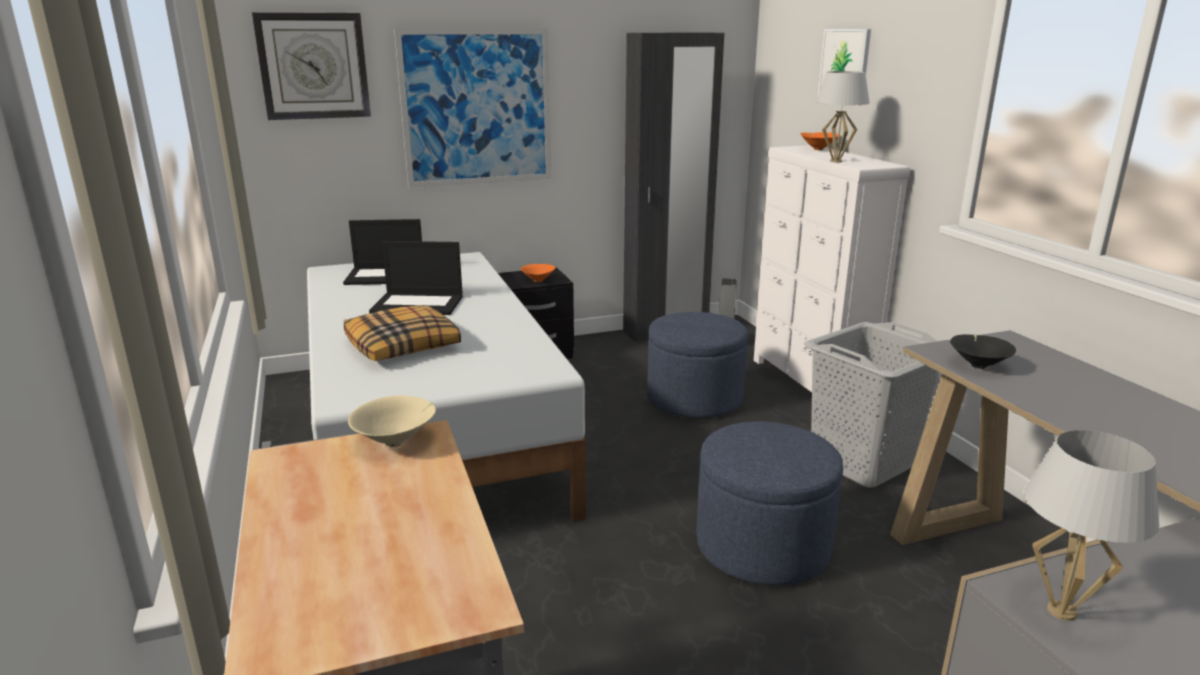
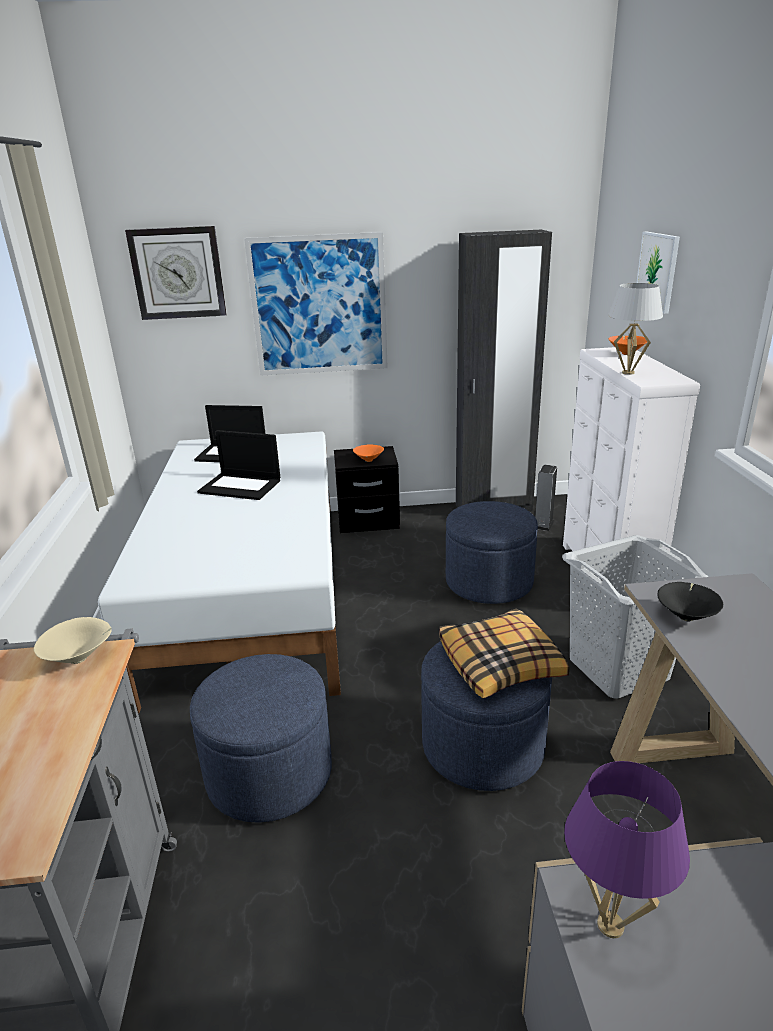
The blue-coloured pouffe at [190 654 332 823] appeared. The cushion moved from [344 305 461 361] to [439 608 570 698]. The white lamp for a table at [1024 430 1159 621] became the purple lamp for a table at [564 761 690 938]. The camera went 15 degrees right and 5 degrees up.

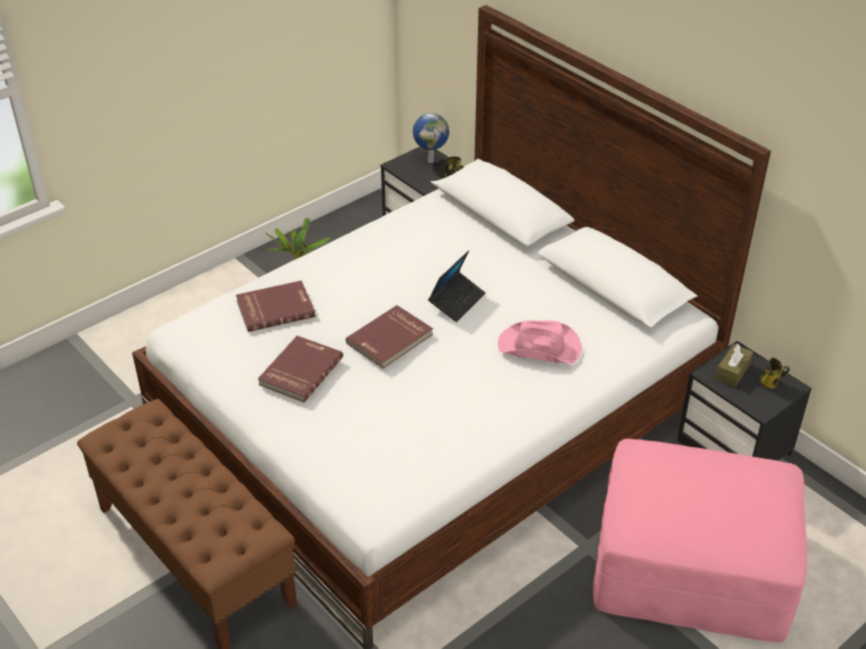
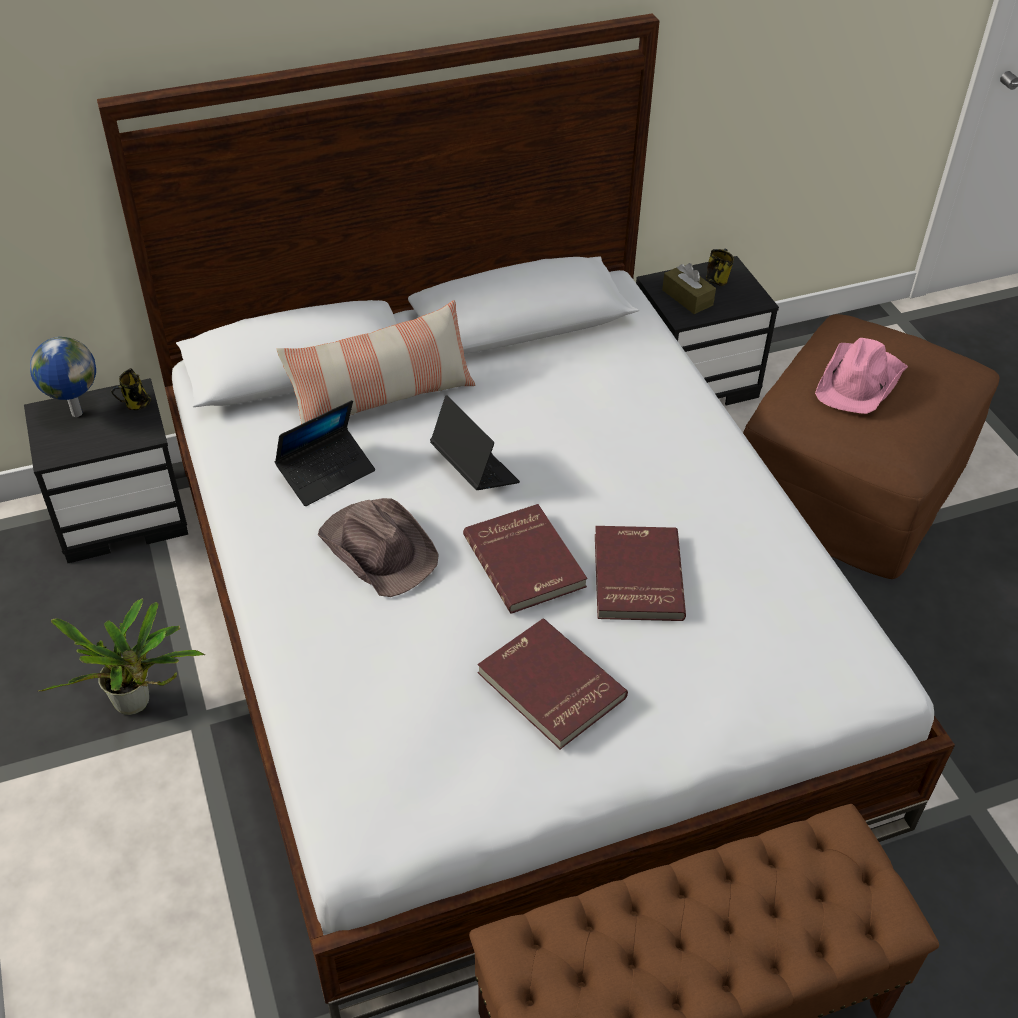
The portable computer at [274 400 375 506] appeared. The cushion at [276 300 475 424] appeared. The brown-coloured wearable hat at [318 498 439 597] appeared. The red volume moved from [236 280 315 332] to [595 526 686 621]. The pink-coloured wearable hat moved from [498 320 582 364] to [815 338 908 414]. The pink-coloured pouffe at [593 439 807 642] became the brown-coloured pouffe at [743 314 999 579]. The camera went 70 degrees left and 5 degrees up.

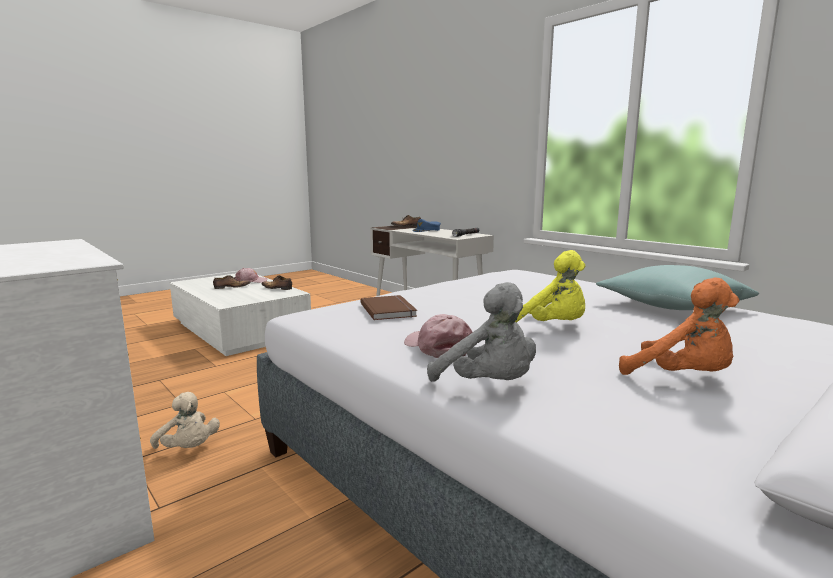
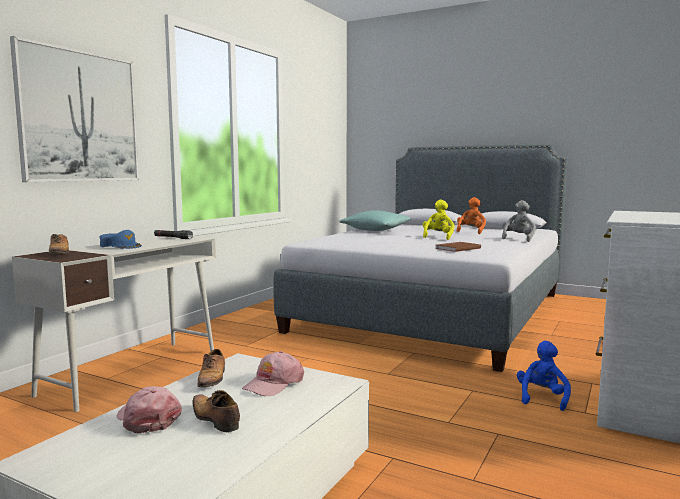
The wall picture at [10 36 139 182] appeared. The pink-coloured cap moved from [404 314 473 358] to [242 351 304 396]. The sand-coloured cuddly toy at [150 392 220 449] became the blue-coloured cuddly toy at [517 341 571 411]. The camera went 110 degrees left and 5 degrees down.

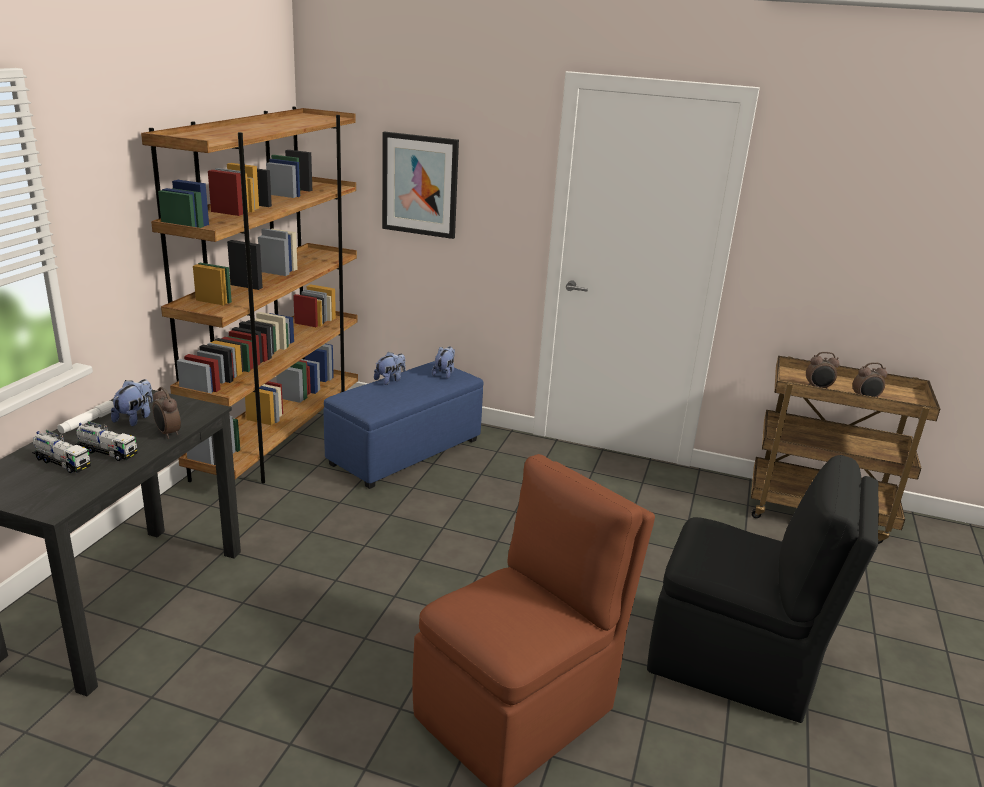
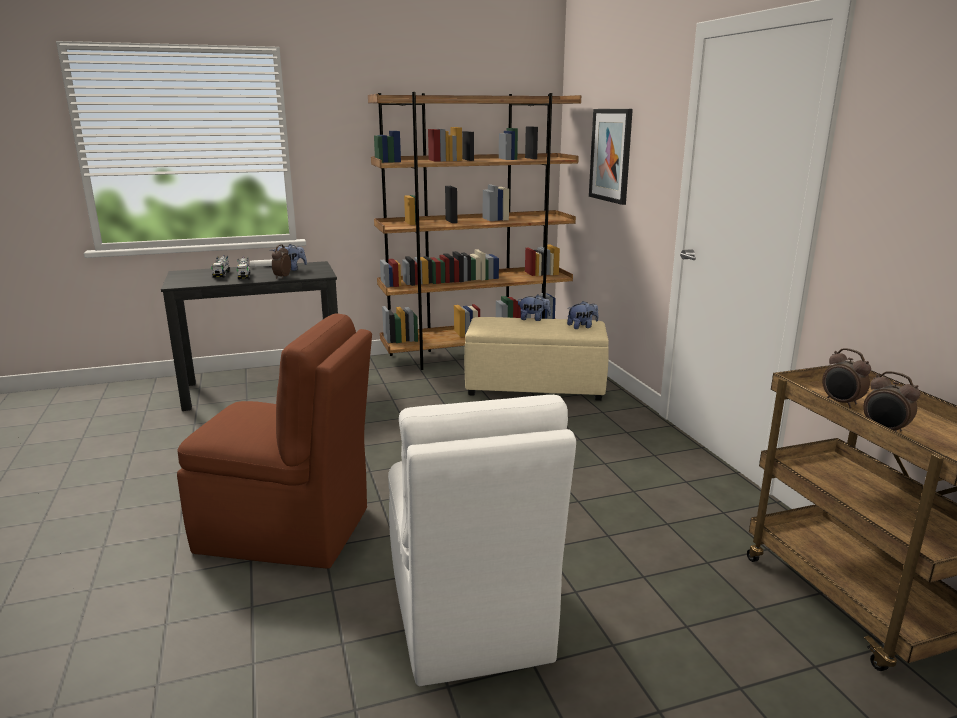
The blue-coloured pouffe at [324 361 484 489] became the sand-coloured pouffe at [464 317 609 401]. The black plain chair at [647 455 879 723] became the white plain chair at [388 395 576 686]. The camera went 55 degrees right and 5 degrees down.

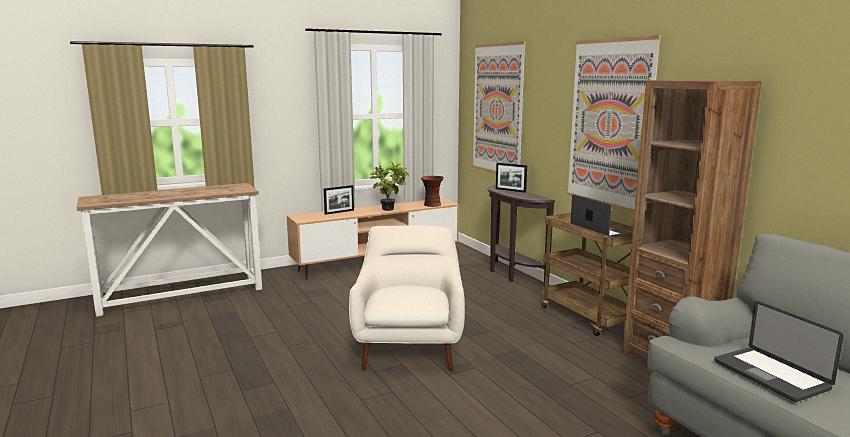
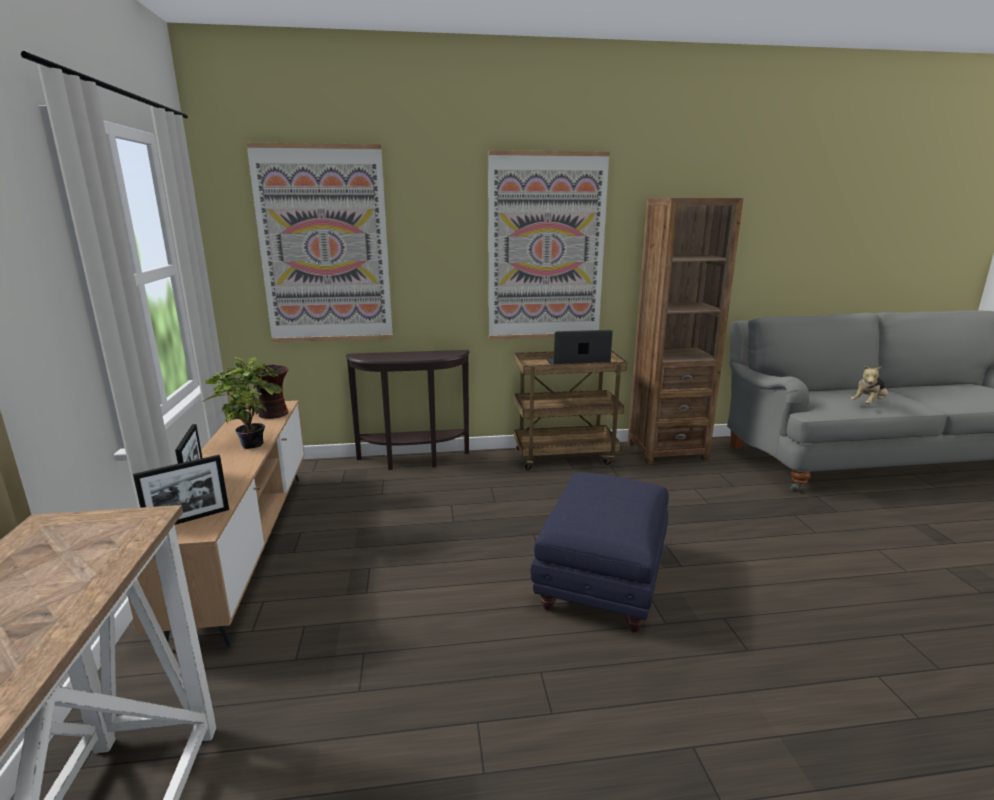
The standing frame moved from [496 163 527 193] to [133 455 229 525]. The white armchair at [349 225 465 372] was replaced by the blue-coloured pouffe at [530 472 669 632]. The portable computer at [714 301 844 402] was replaced by the cuddly toy at [851 366 888 404]. The camera went 70 degrees left and 5 degrees up.

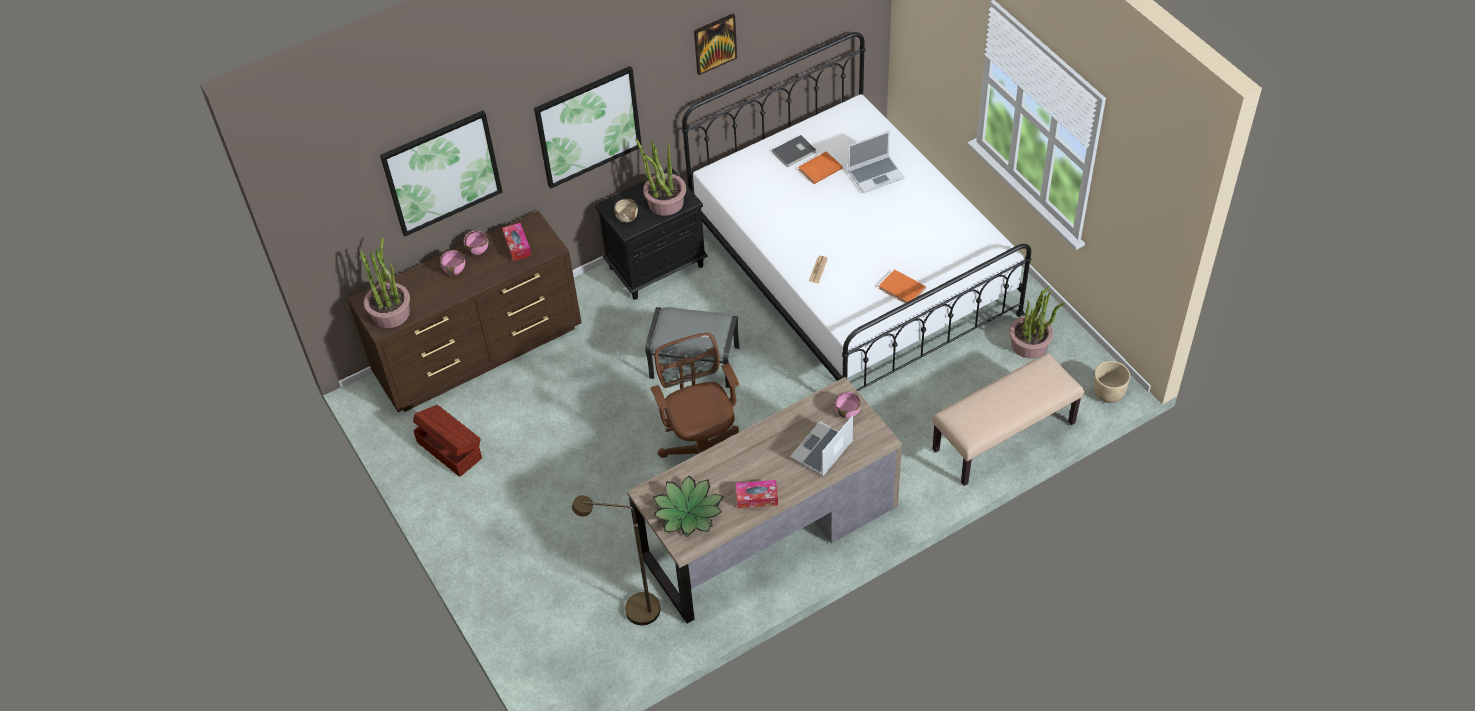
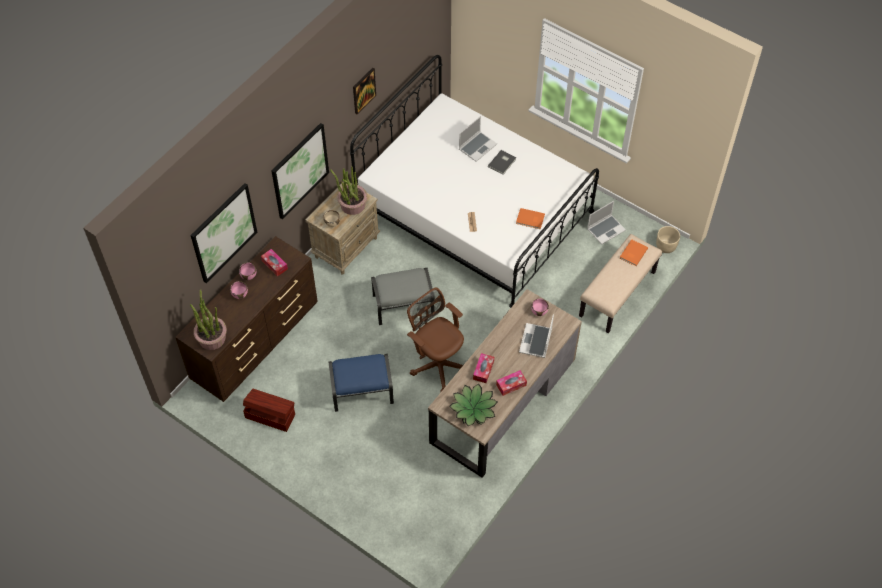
The brown-coloured standard lamp at [572 495 660 625] disappeared. The blue-coloured pouffe at [328 354 394 412] appeared. The box of tissues at [473 353 494 383] appeared. The gray volume moved from [772 135 816 167] to [488 150 516 175]. The orange-coloured volume moved from [798 152 843 184] to [620 239 648 266]. The potted plant at [1009 286 1066 359] was replaced by the portable computer at [587 201 626 244]. The black nightstand at [595 168 708 300] became the sand-coloured nightstand at [306 183 380 275]. The camera went 25 degrees left and 5 degrees up.

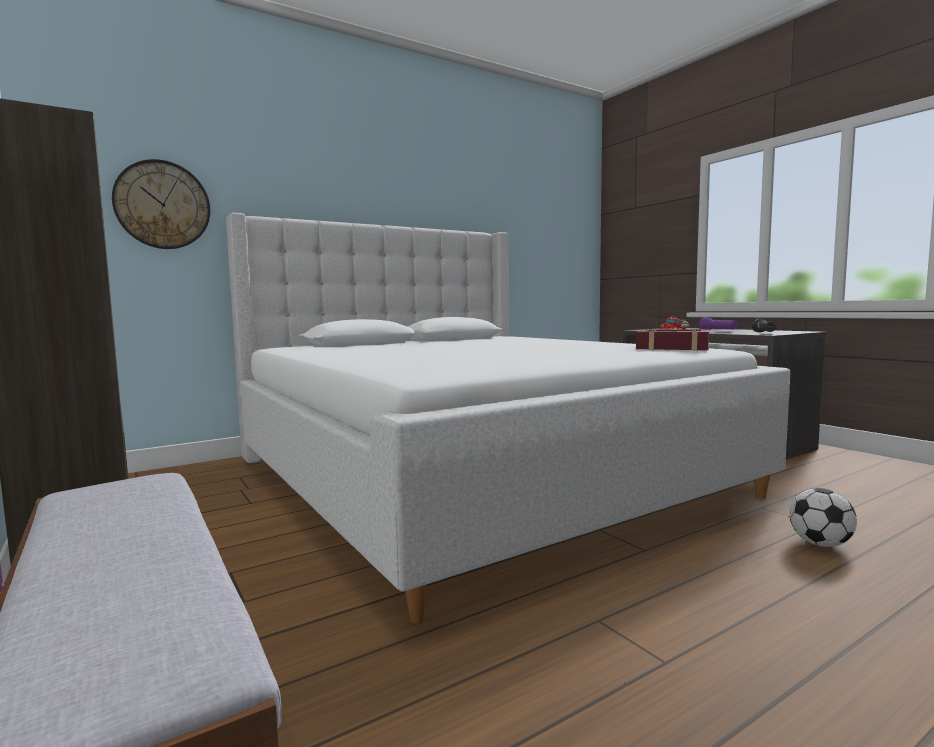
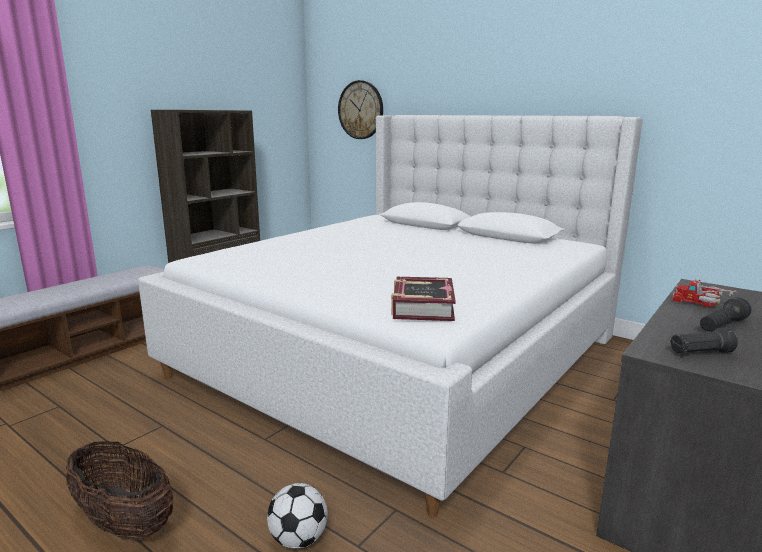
The storage basket at [66 441 173 540] appeared. The purple torch at [699 317 738 330] became the black torch at [700 297 751 331]. The camera went 70 degrees right and 10 degrees up.

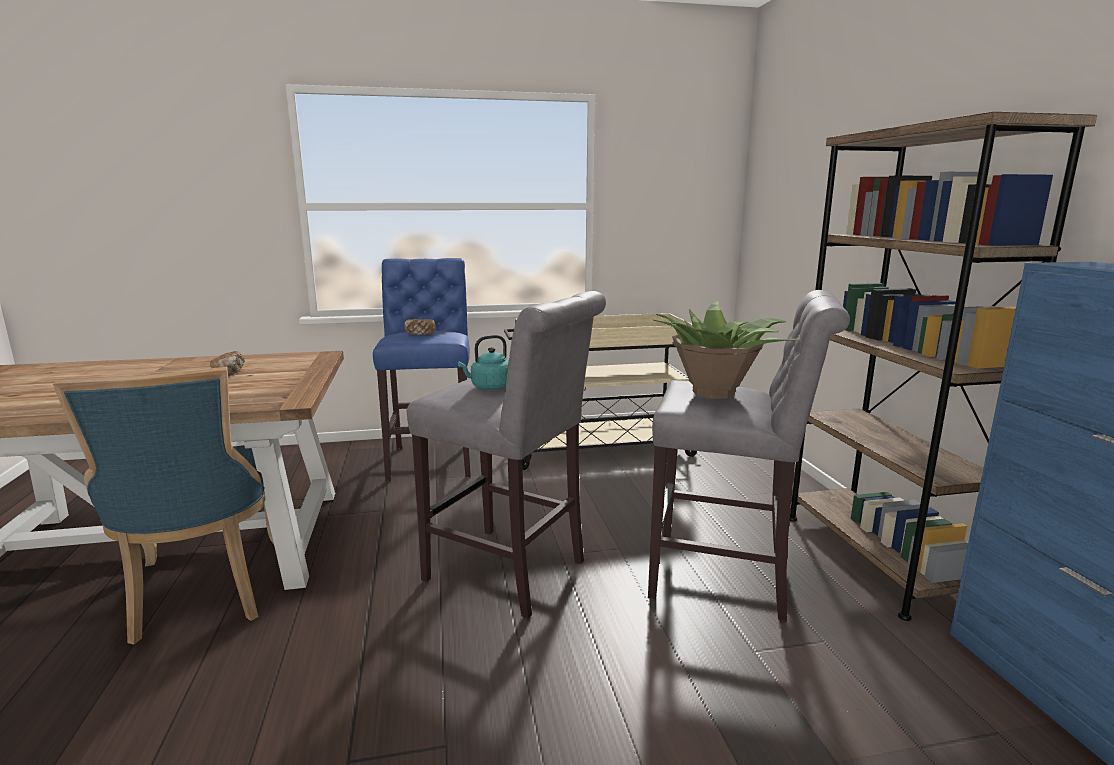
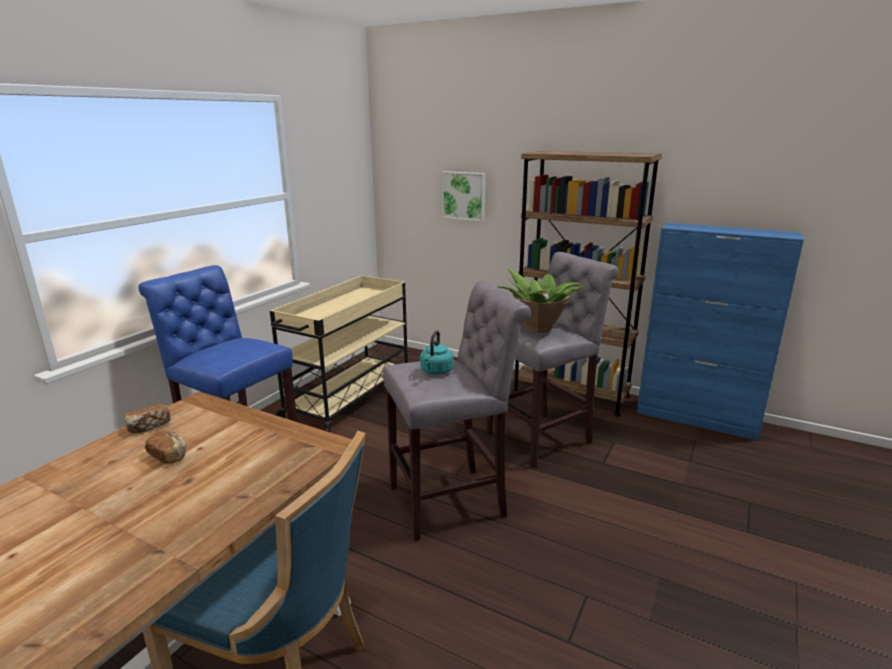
The wall picture at [442 171 486 221] appeared. The bread moved from [404 319 436 335] to [125 404 170 433]. The camera went 50 degrees left and 5 degrees up.

